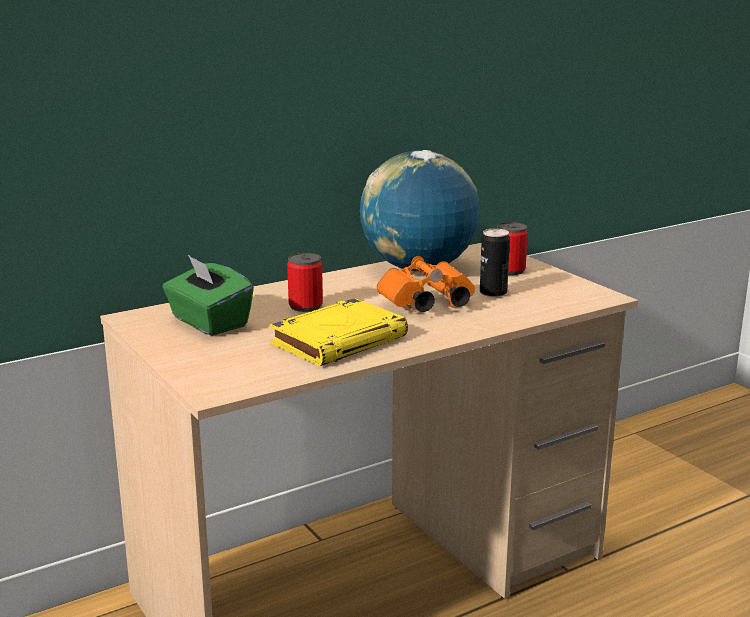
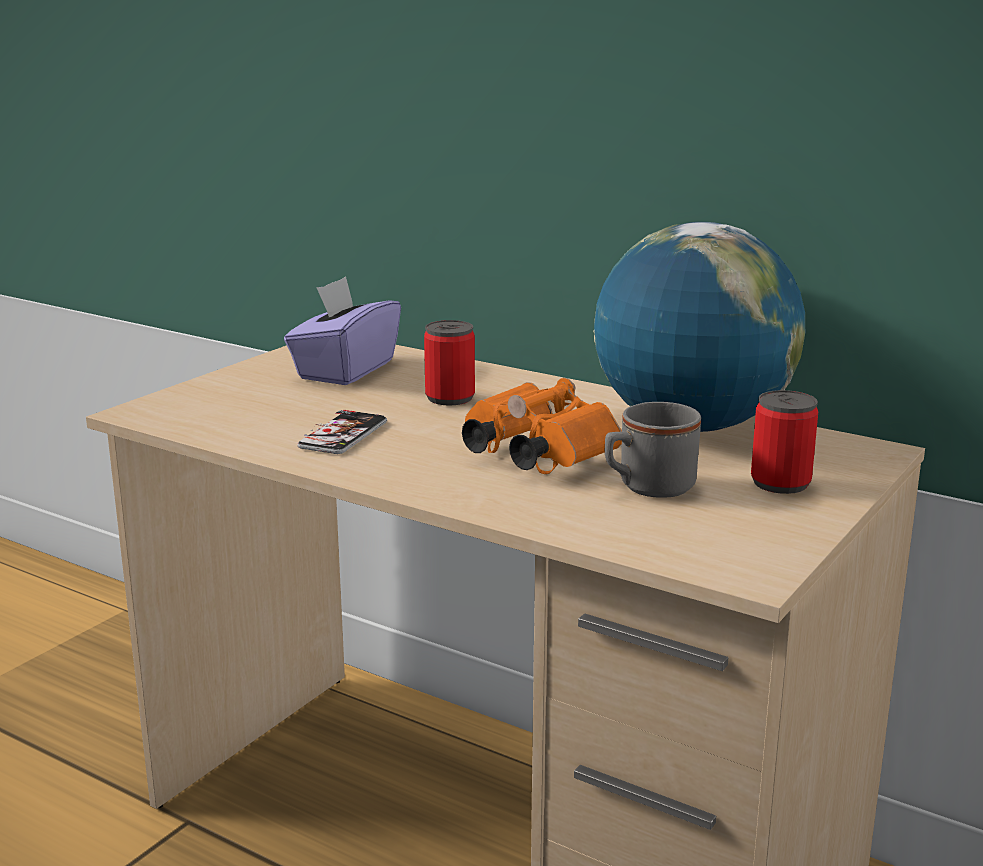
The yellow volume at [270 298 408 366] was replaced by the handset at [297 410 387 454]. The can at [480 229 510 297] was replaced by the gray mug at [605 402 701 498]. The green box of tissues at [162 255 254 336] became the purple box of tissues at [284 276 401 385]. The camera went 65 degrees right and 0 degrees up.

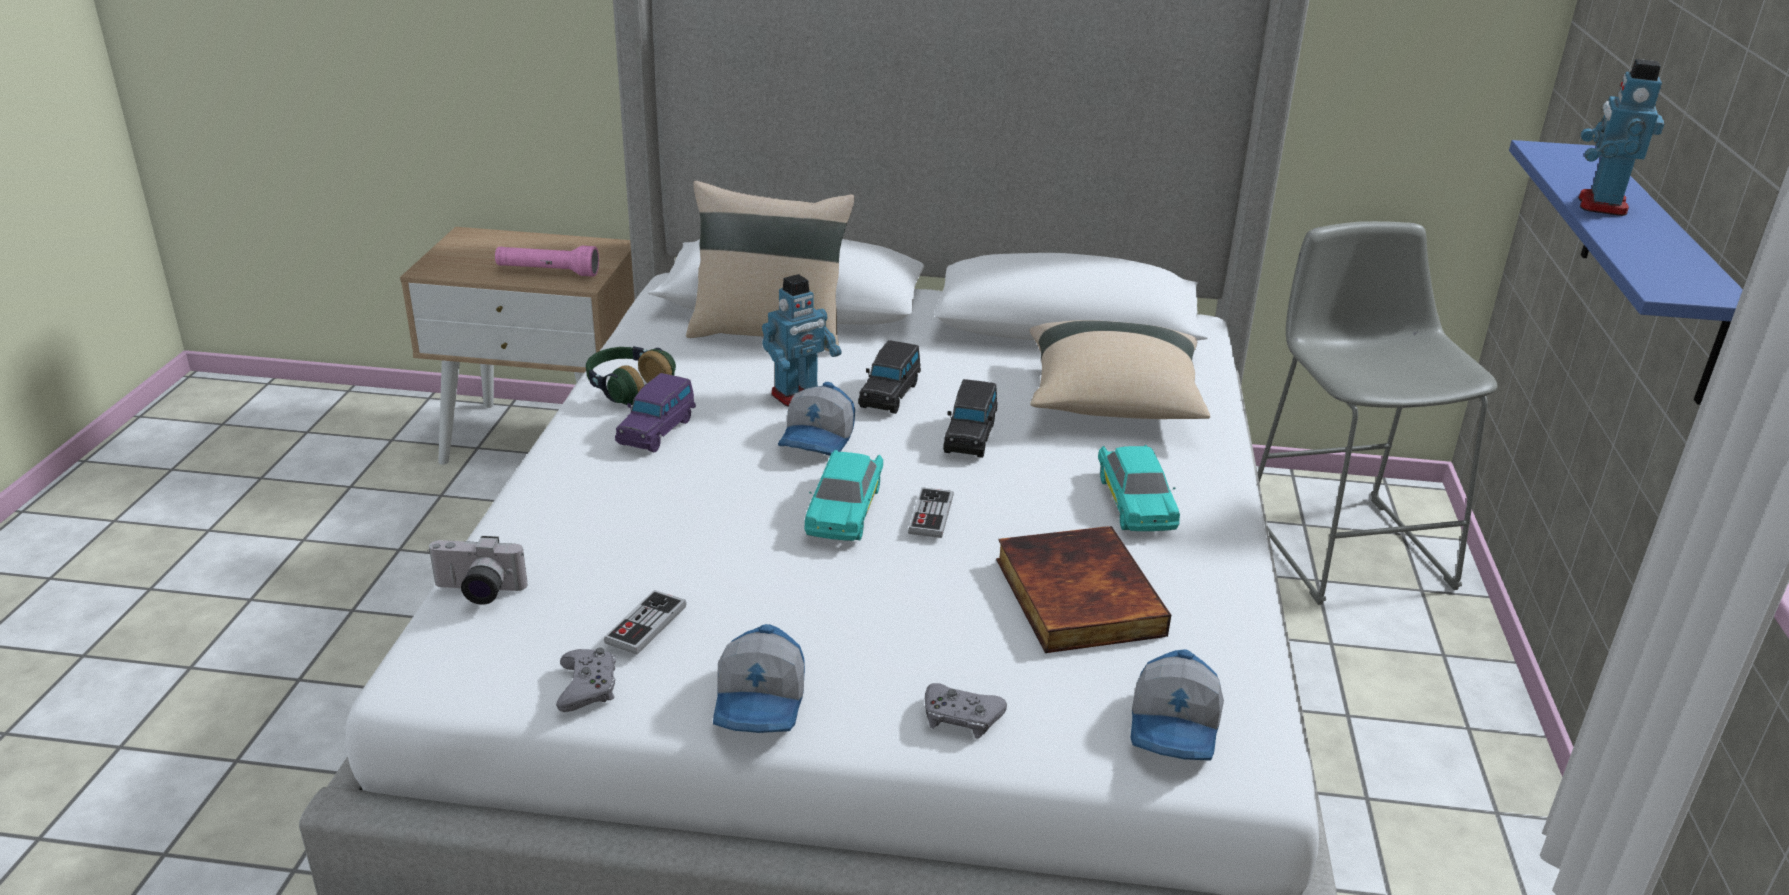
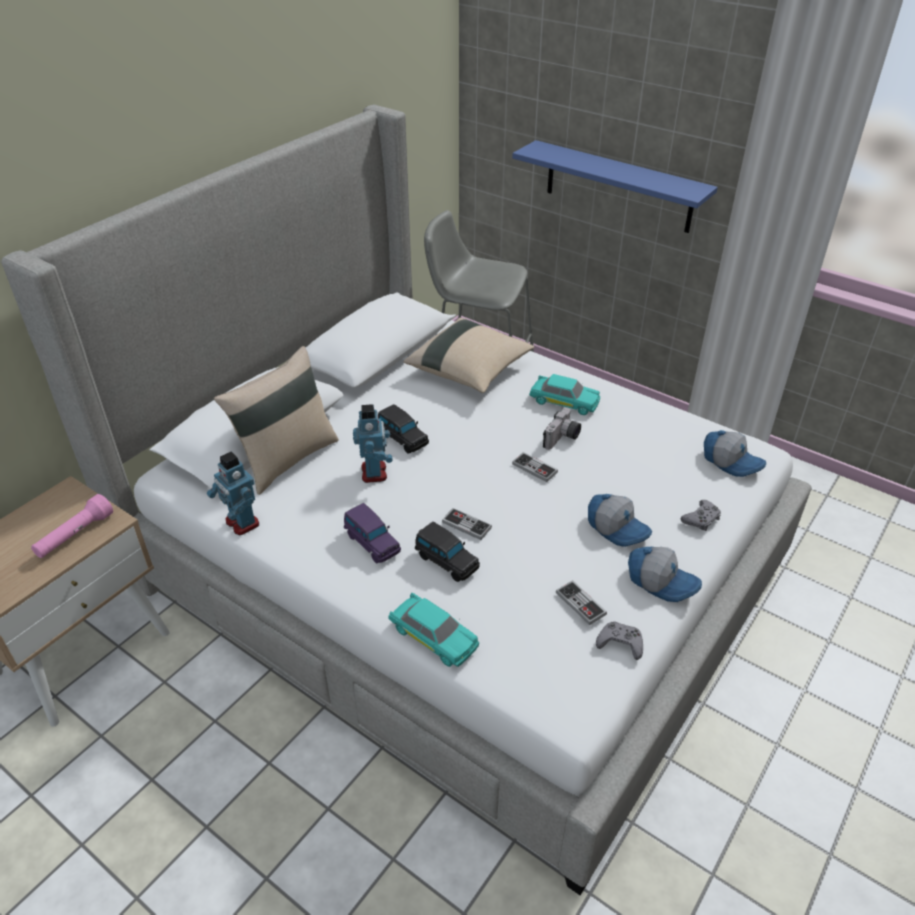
The headphones at [586 346 676 405] disappeared. The volume at [996 526 1171 653] disappeared. The joypad at [442 508 492 540] appeared. The photo camera moved from [427 536 527 605] to [543 408 581 450]. The cap moved from [778 382 855 456] to [588 494 652 547]. The turquoise miniature car moved from [804 450 883 541] to [388 593 479 667]. The black miniature car moved from [943 379 998 458] to [415 521 480 582]. The model robot moved from [1578 59 1664 216] to [207 452 259 535]. The camera went 60 degrees left and 10 degrees up.

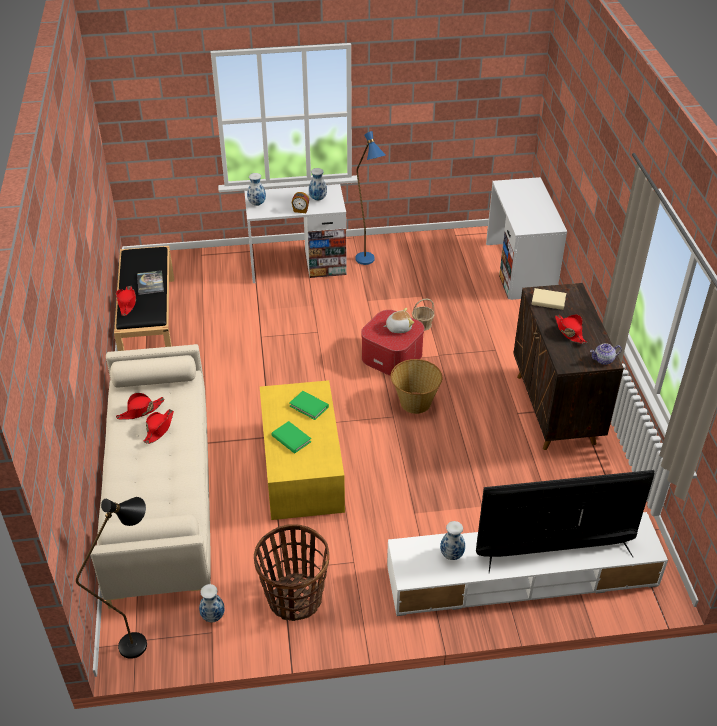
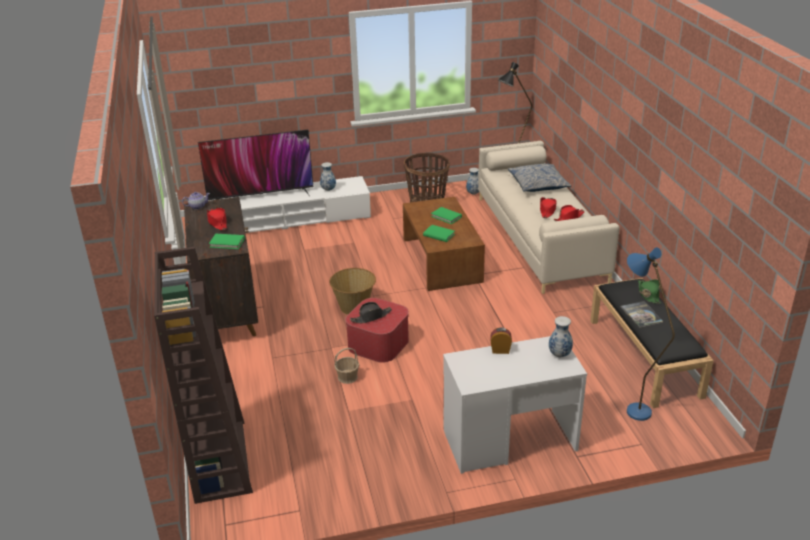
The vase at [309 168 327 201] disappeared. The cushion at [508 164 572 192] appeared. The blue-coloured standard lamp moved from [355 131 386 265] to [627 247 675 421]. The cuddly toy at [383 308 414 333] was replaced by the black wearable hat at [350 302 392 323]. The white desk table at [486 177 567 300] was replaced by the brown-coloured bookshelf at [154 247 253 504]. The red wearable hat at [116 286 136 316] became the green wearable hat at [638 279 661 304]. The yellow low table at [260 380 345 520] became the brown-coloured low table at [403 197 485 291]. The sand-coloured volume at [531 288 566 310] became the green volume at [209 234 245 249]. The camera went 175 degrees right and 10 degrees down.

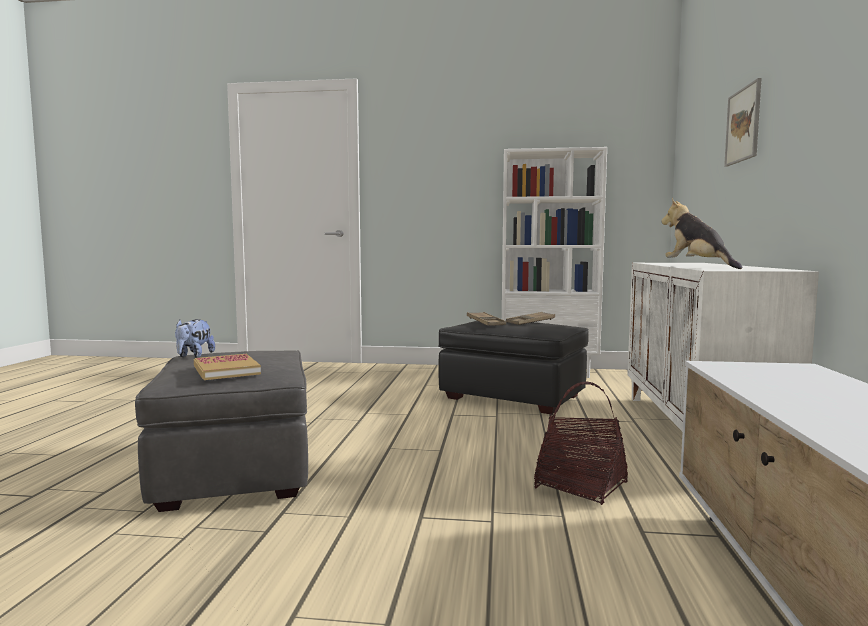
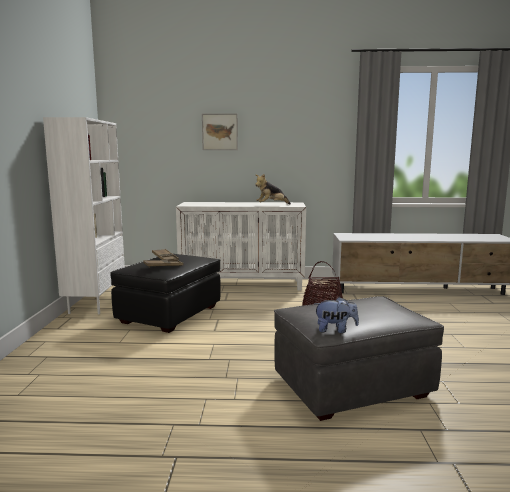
The volume at [194 354 261 380] disappeared. The camera went 95 degrees left and 5 degrees up.

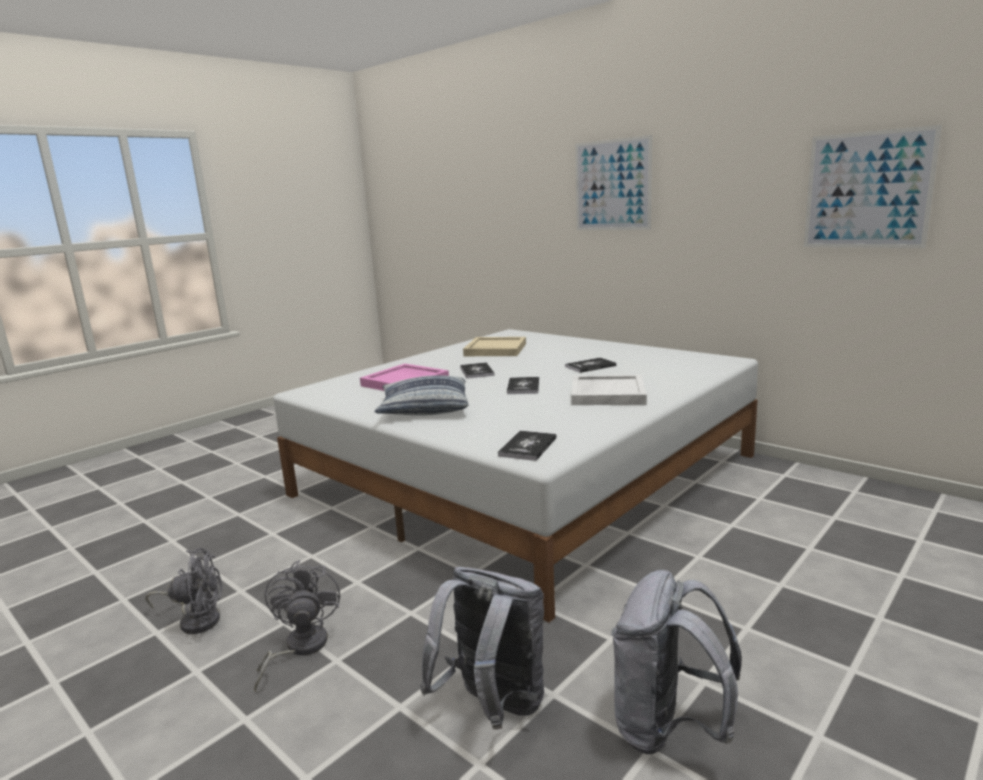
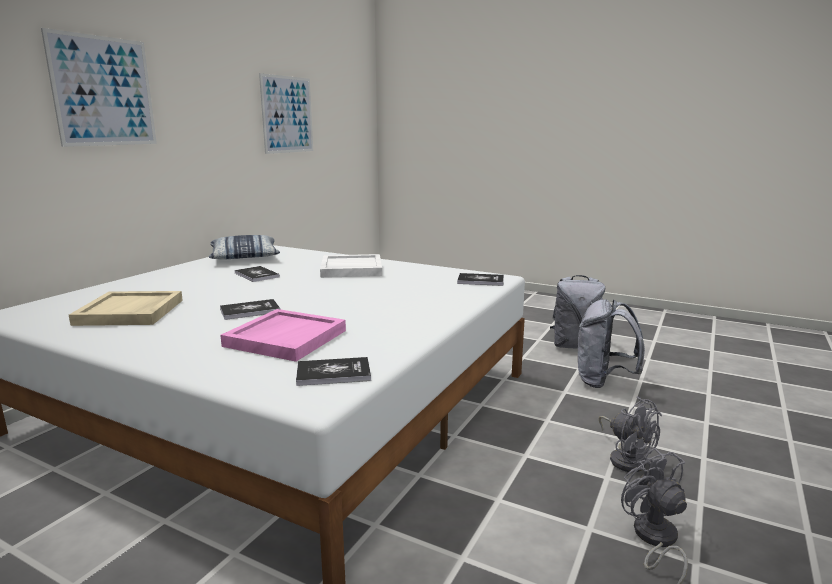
The cushion moved from [375 375 469 415] to [209 235 280 260]. The volume moved from [507 377 539 394] to [296 357 371 386]. The gray fan at [254 560 340 692] turned 105 degrees counterclockwise. The camera went 105 degrees left and 0 degrees up.

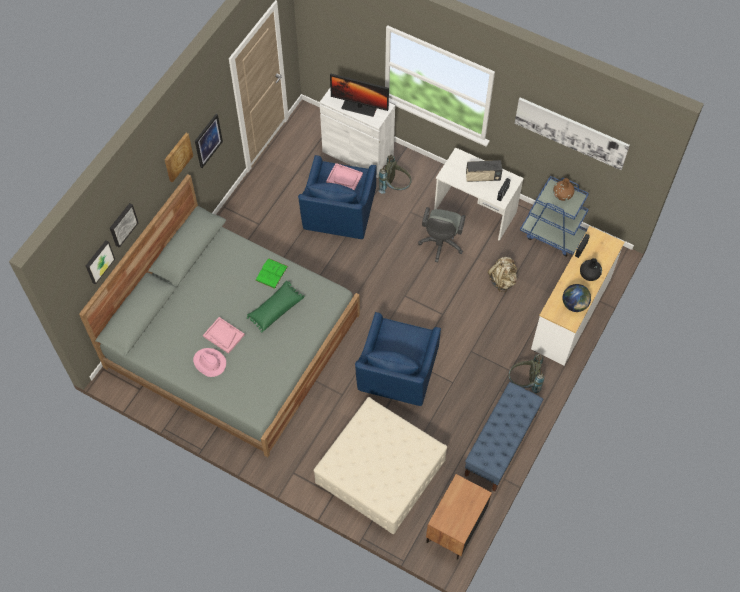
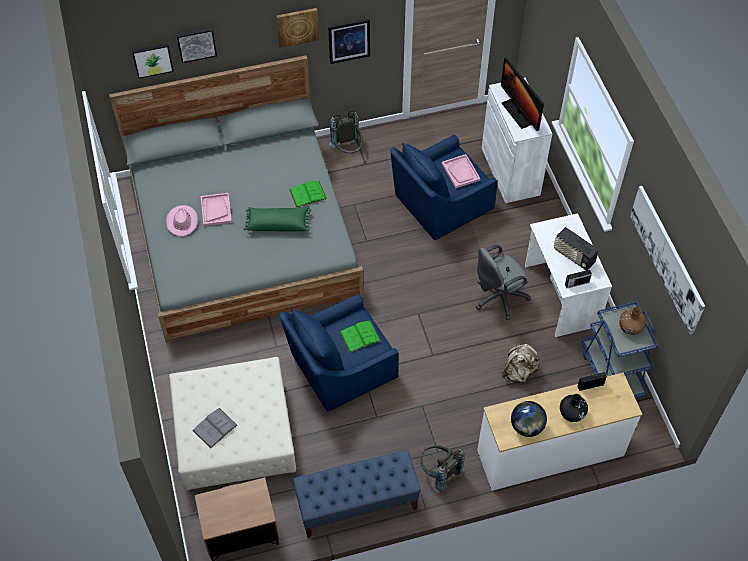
The gray volume at [192 408 237 448] appeared. The green volume at [340 320 381 353] appeared. The gray rucksack moved from [378 154 412 194] to [329 110 363 154]. The camera went 45 degrees right and 5 degrees down.

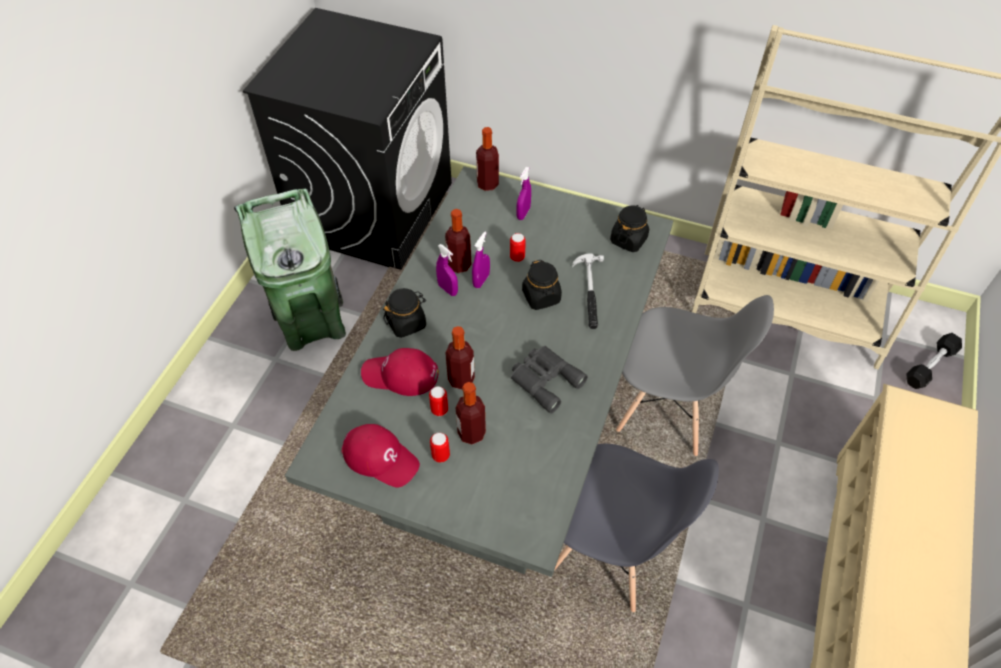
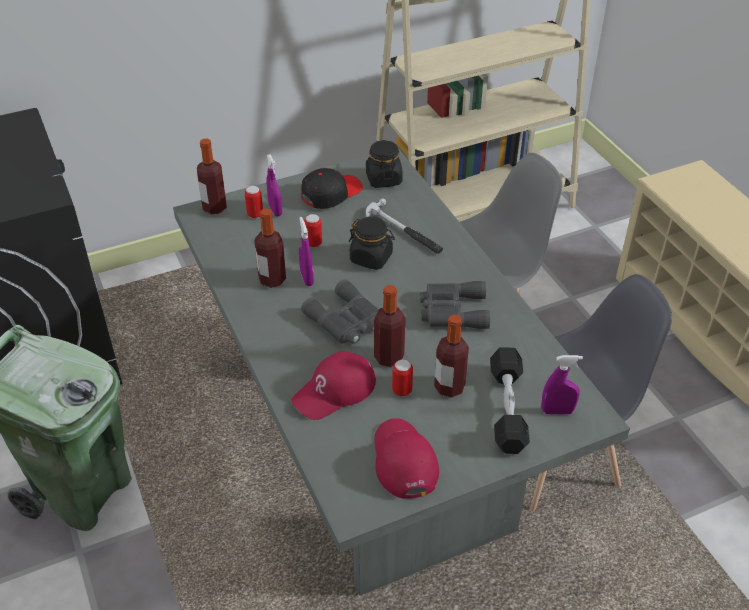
The black jar at [383 288 426 338] disappeared. The black cap at [301 168 363 209] appeared. The gray pair of binoculars at [301 279 379 344] appeared. The can moved from [430 433 450 463] to [245 186 263 219]. The purple sprayer moved from [436 244 458 296] to [542 355 583 414]. The black free weight moved from [906 333 962 389] to [490 347 530 454]. The red cap at [342 424 420 487] turned 90 degrees counterclockwise. The camera went 45 degrees left and 10 degrees down.

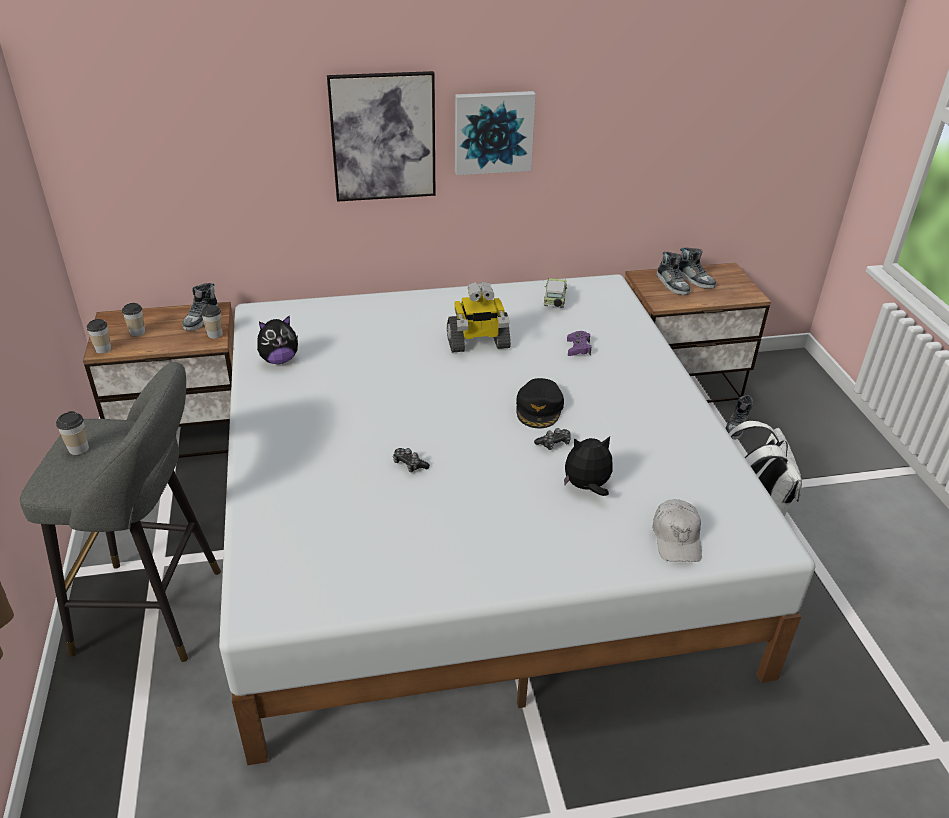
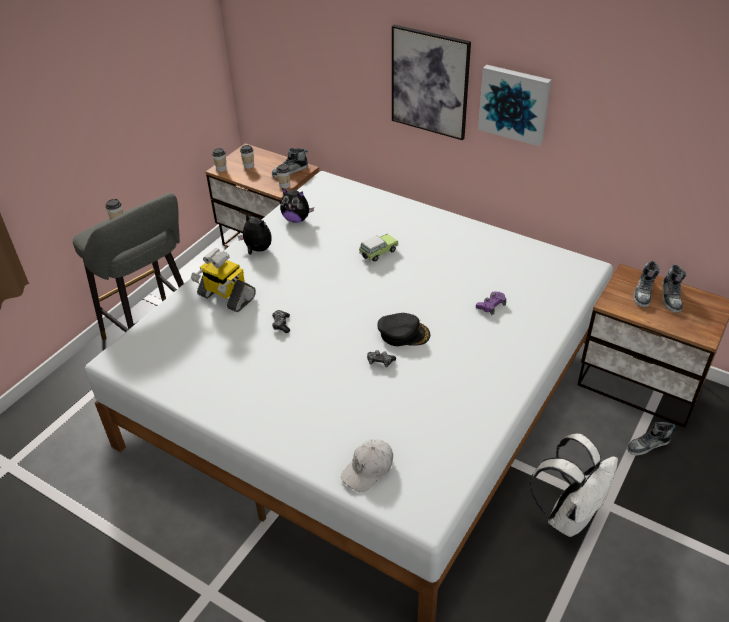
The model robot moved from [447 281 511 353] to [191 249 256 312]. The miniature car moved from [544 278 567 308] to [359 234 398 262]. The cuddly toy moved from [564 436 613 496] to [238 213 272 255]. The black cap at [516 378 564 428] turned 135 degrees counterclockwise. The camera went 45 degrees right and 5 degrees up.

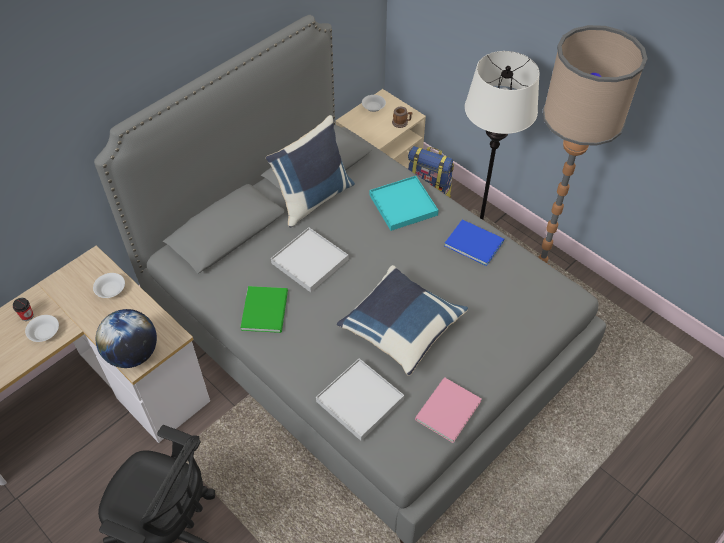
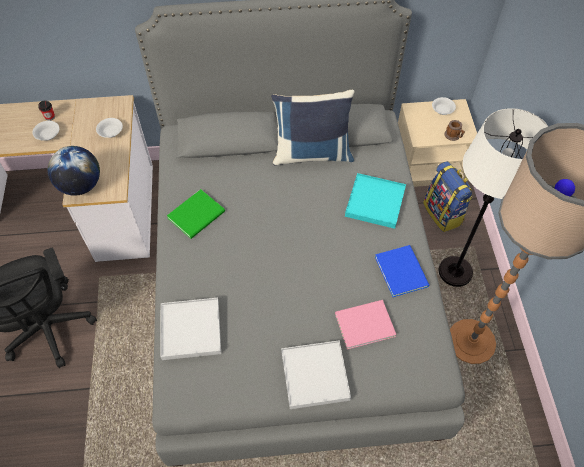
The blue-coloured cushion at [337 265 468 376] disappeared. The white tray moved from [271 227 348 292] to [281 340 351 409]. The pink-coloured volume moved from [415 378 482 443] to [335 300 397 350]. The camera went 40 degrees right and 5 degrees up.

